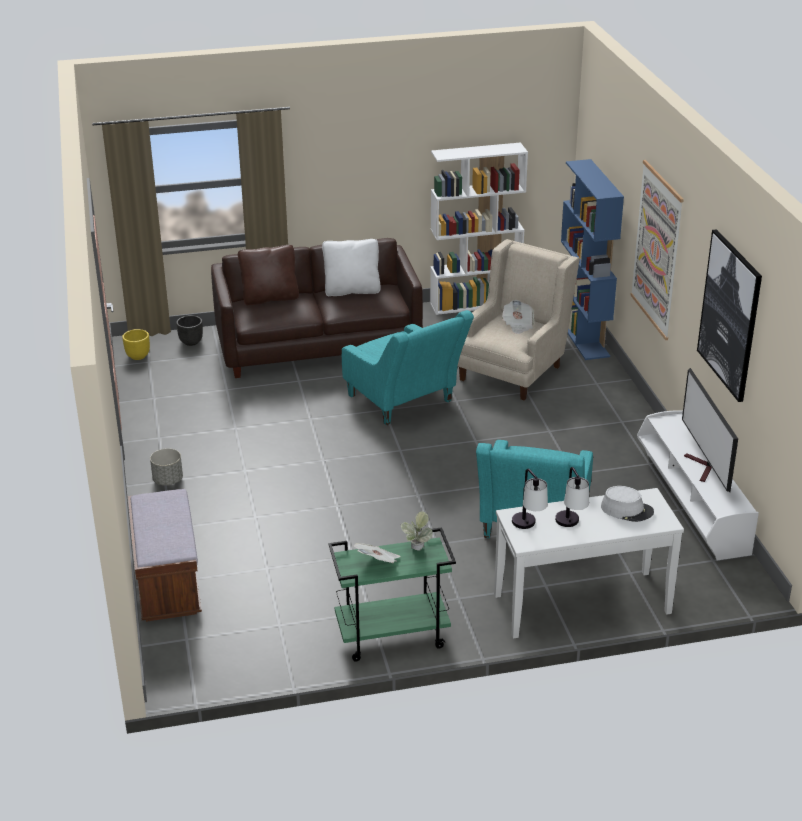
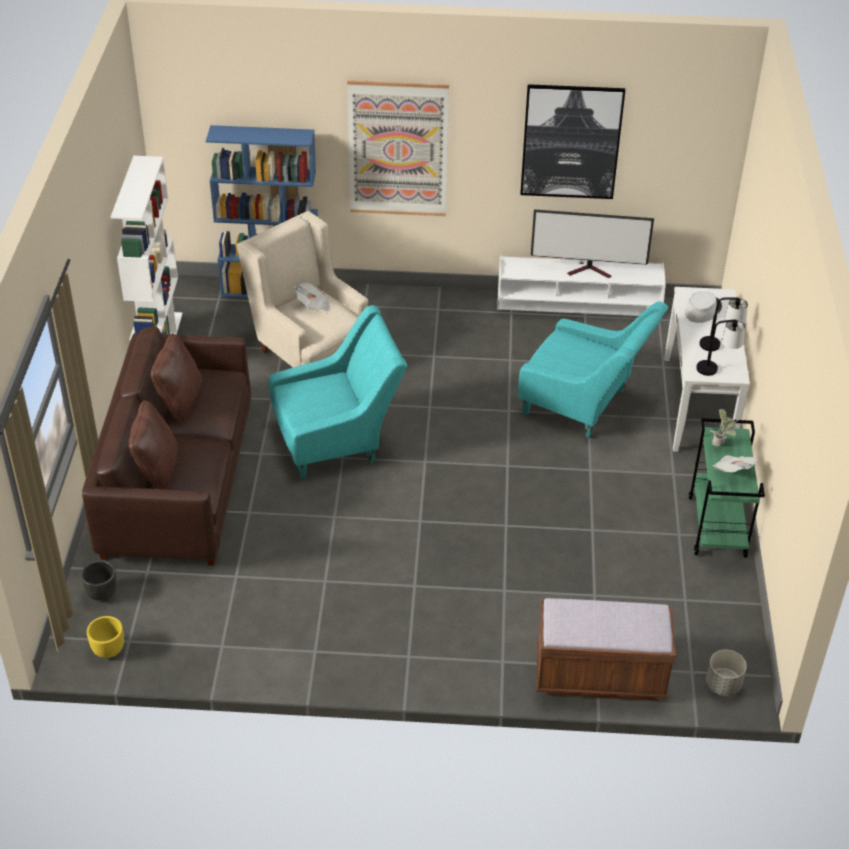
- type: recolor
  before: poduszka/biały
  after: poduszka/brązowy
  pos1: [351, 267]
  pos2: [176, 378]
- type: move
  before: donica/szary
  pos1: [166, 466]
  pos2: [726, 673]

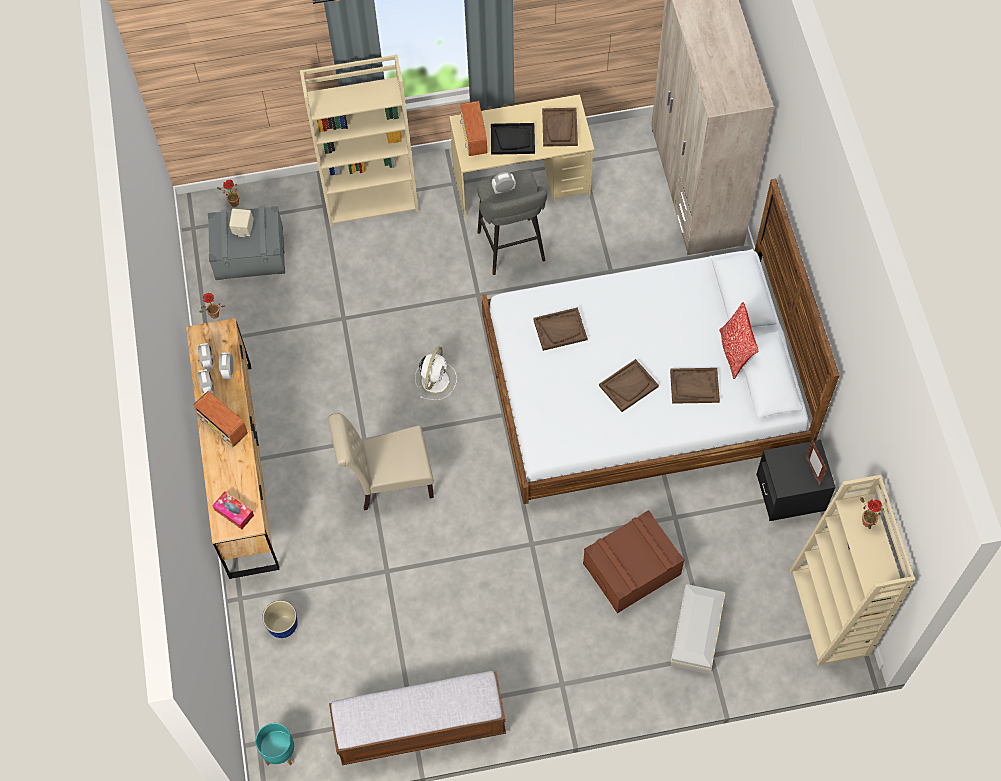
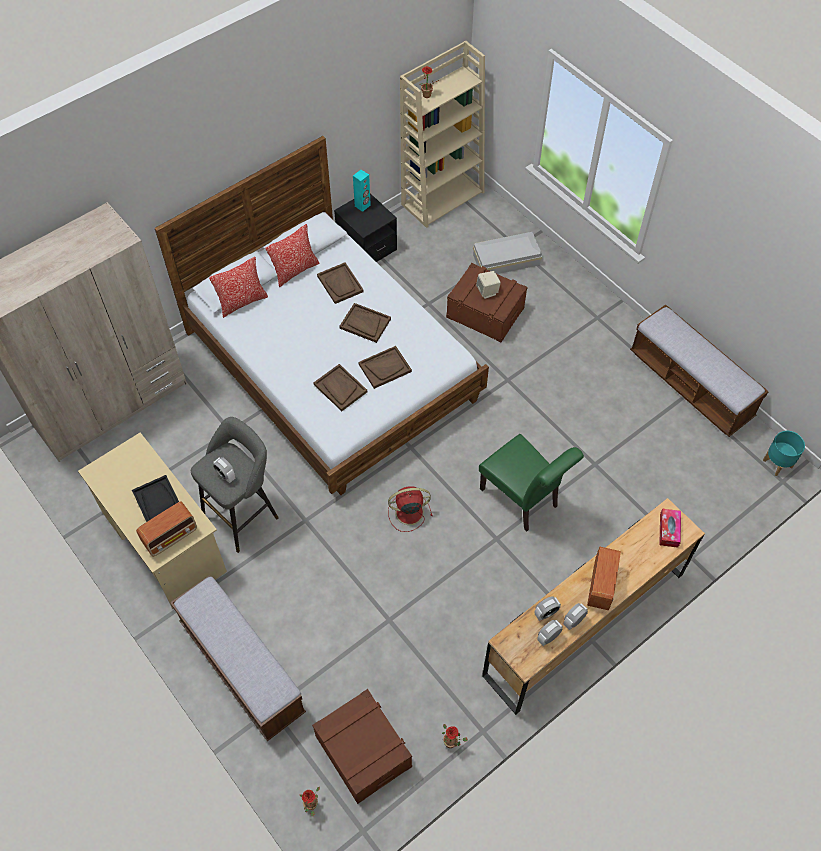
- type: replace
  before: regał/beżowy
  after: ławka
  pos1: [359, 140]
  pos2: [238, 658]
- type: move
  before: taca/brązowy
  pos1: [560, 127]
  pos2: [385, 367]
- type: recolor
  before: pojemnik do przechowywania/szary
  after: pojemnik do przechowywania/brązowy
  pos1: [246, 243]
  pos2: [362, 746]
- type: move
  before: głośnik/beżowy
  pos1: [241, 223]
  pos2: [488, 285]
- type: recolor
  before: wentylator/biały
  after: wentylator/czerwony
  pos1: [436, 373]
  pos2: [410, 509]
- type: recolor
  before: krzesło/beżowy
  after: krzesło/zielony
  pos1: [381, 462]
  pos2: [531, 483]
- type: replace
  before: ramka na zdjęcie
  after: głośnik/turkusowy
  pos1: [816, 463]
  pos2: [362, 191]
- type: delete
  before: donica
  pos1: [280, 619]
- type: insert
  after: poduszka
  pos2: [238, 287]

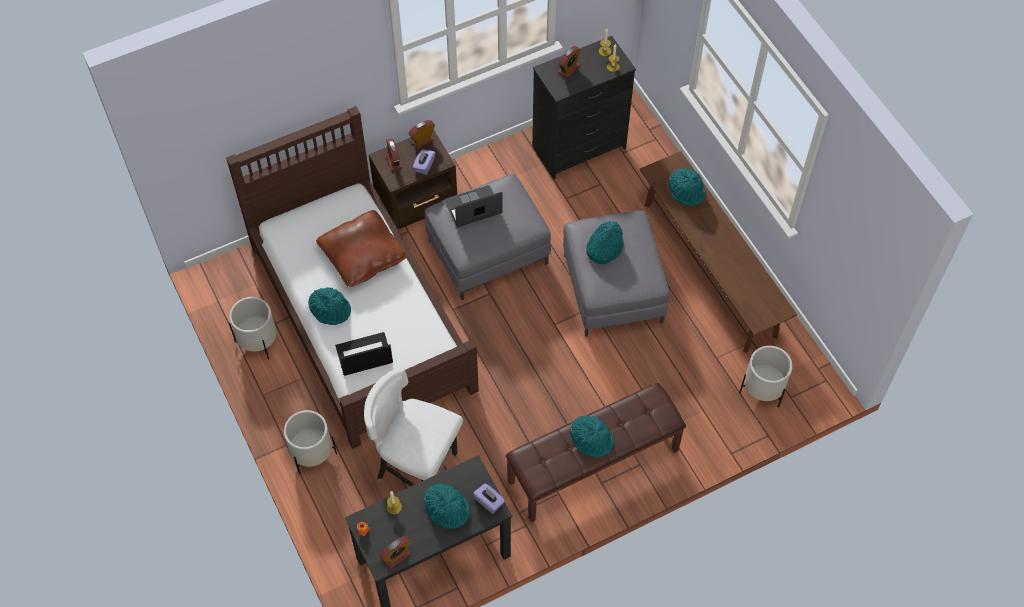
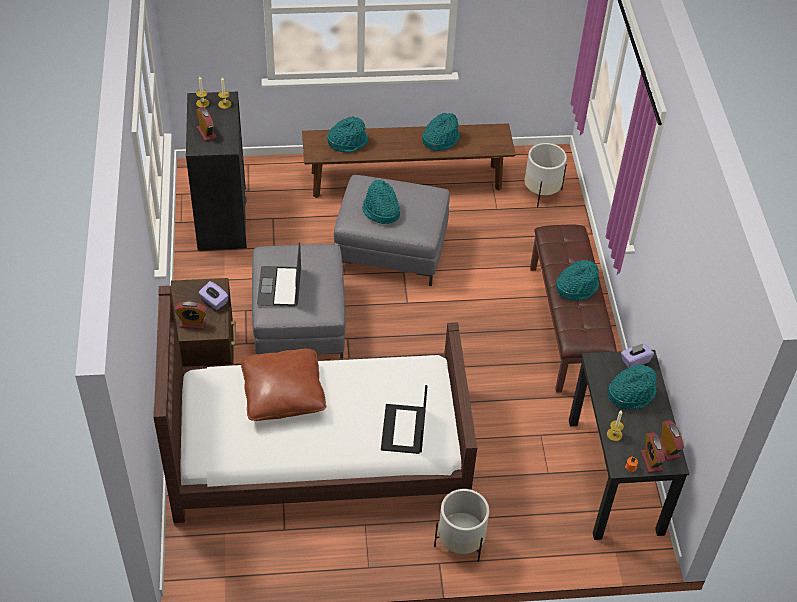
- type: move
  before: budzik
  pos1: [421, 134]
  pos2: [652, 452]
- type: move
  before: kapelusz/turkusowy
  pos1: [329, 306]
  pos2: [441, 132]
- type: delete
  before: donica/biały
  pos1: [253, 328]
- type: delete
  before: krzesło/biały
  pos1: [413, 427]

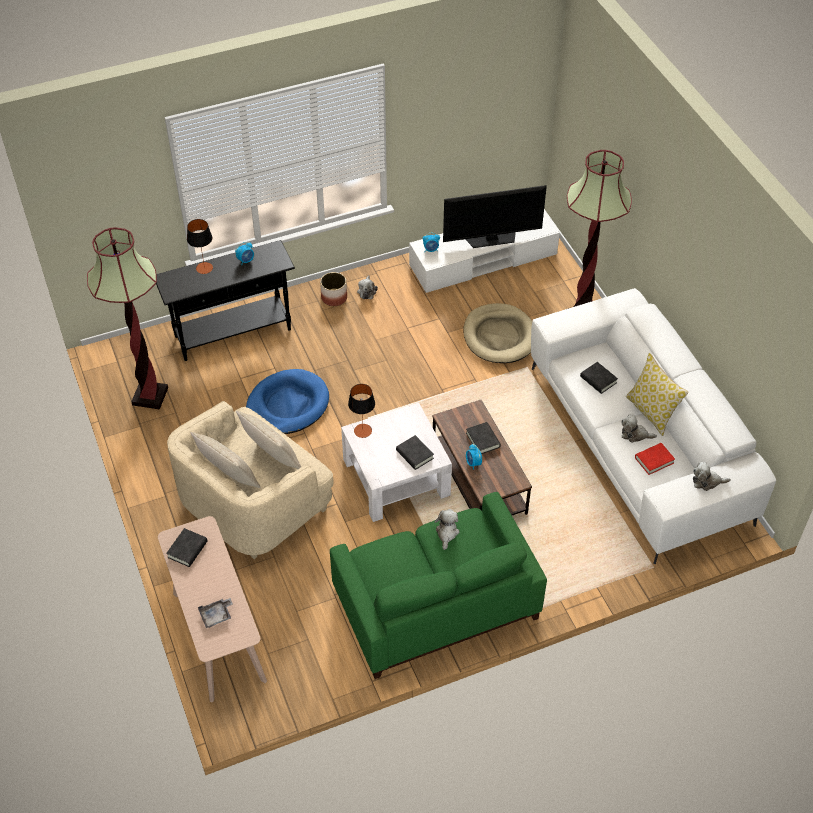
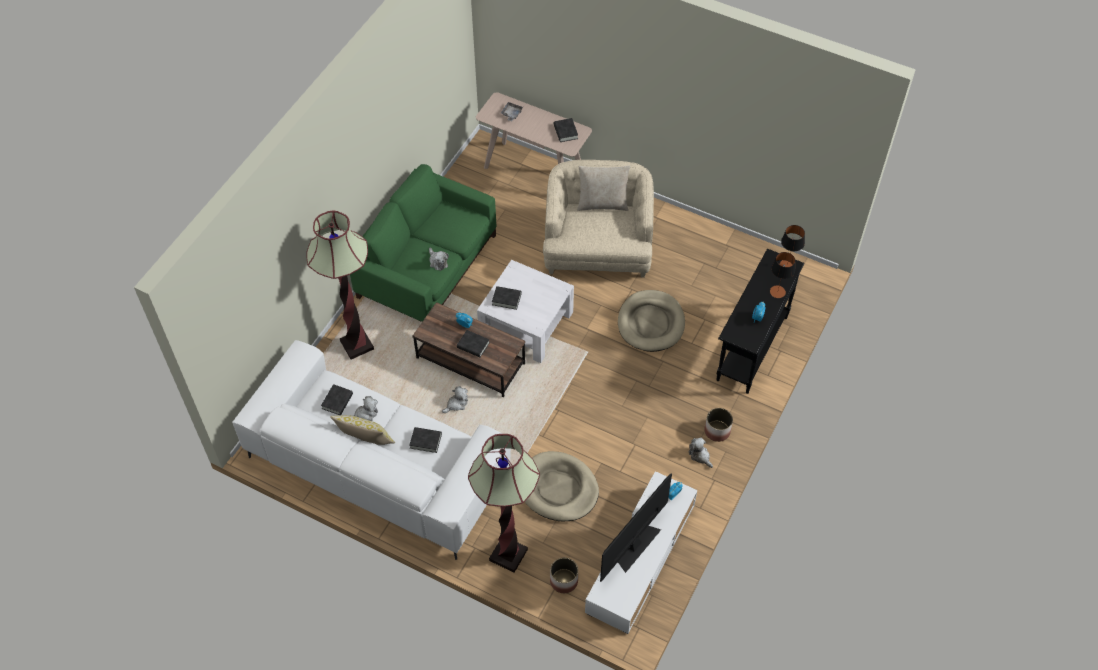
- type: move
  before: lampa stojąca
  pos1: [127, 318]
  pos2: [340, 285]
- type: recolor
  before: legowisko/niebieski
  after: legowisko/beżowy
  pos1: [287, 401]
  pos2: [651, 321]
- type: move
  before: lampa stołowa
  pos1: [361, 411]
  pos2: [792, 246]
- type: delete
  before: poduszka/beżowy
  pos1: [268, 440]
- type: recolor
  before: książka/czerwony
  after: książka/czarny
  pos1: [655, 459]
  pos2: [337, 399]
- type: move
  before: pluszak
  pos1: [712, 476]
  pos2: [455, 399]
- type: insert
  after: donica
  pos2: [564, 575]

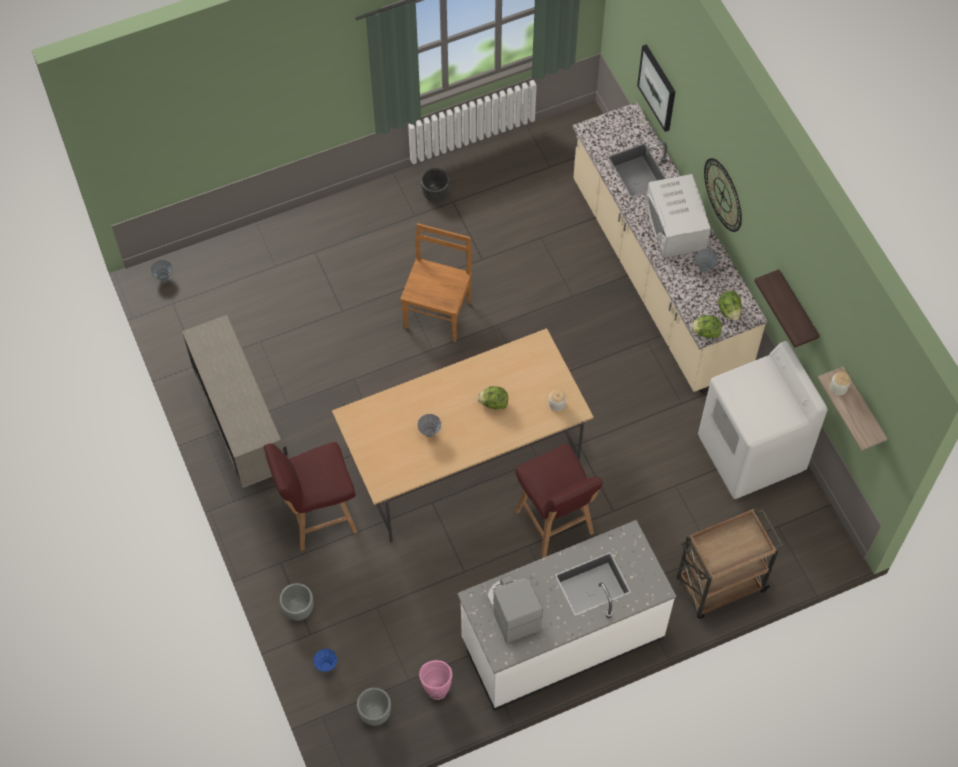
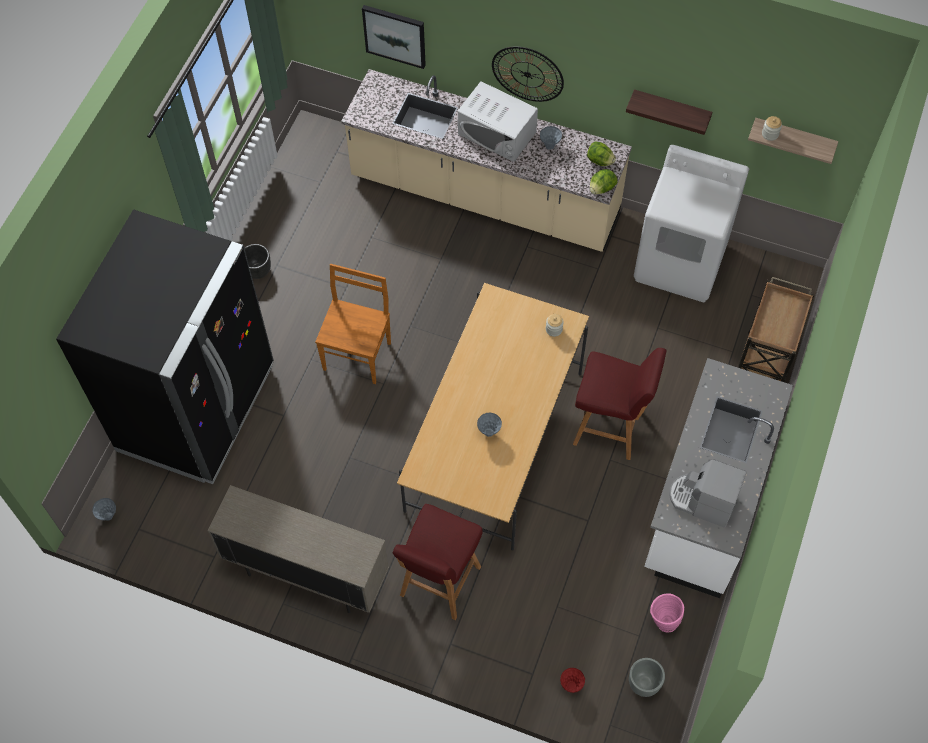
- type: rotate
  before: krzesło/brązowy
  pos1: [436, 282]
  pos2: [353, 324]
  turn: 45
- type: delete
  before: sałata
  pos1: [493, 398]
- type: delete
  before: donica/szary
  pos1: [296, 602]
- type: recolor
  before: wazon/niebieski
  after: wazon/czerwony
  pos1: [325, 660]
  pos2: [572, 680]
- type: insert
  after: lodówka/czarny
  pos2: [165, 346]

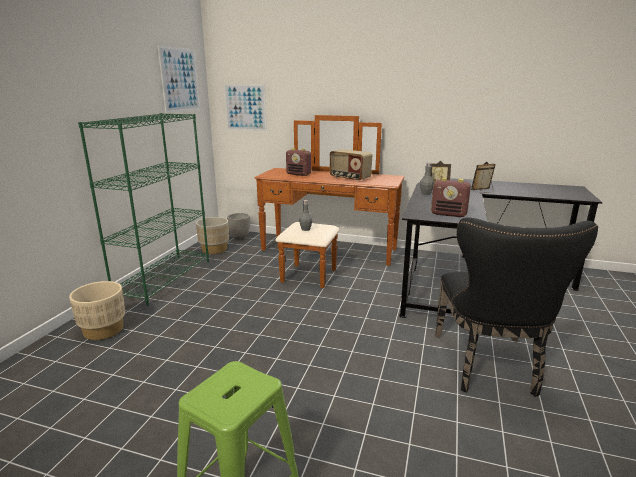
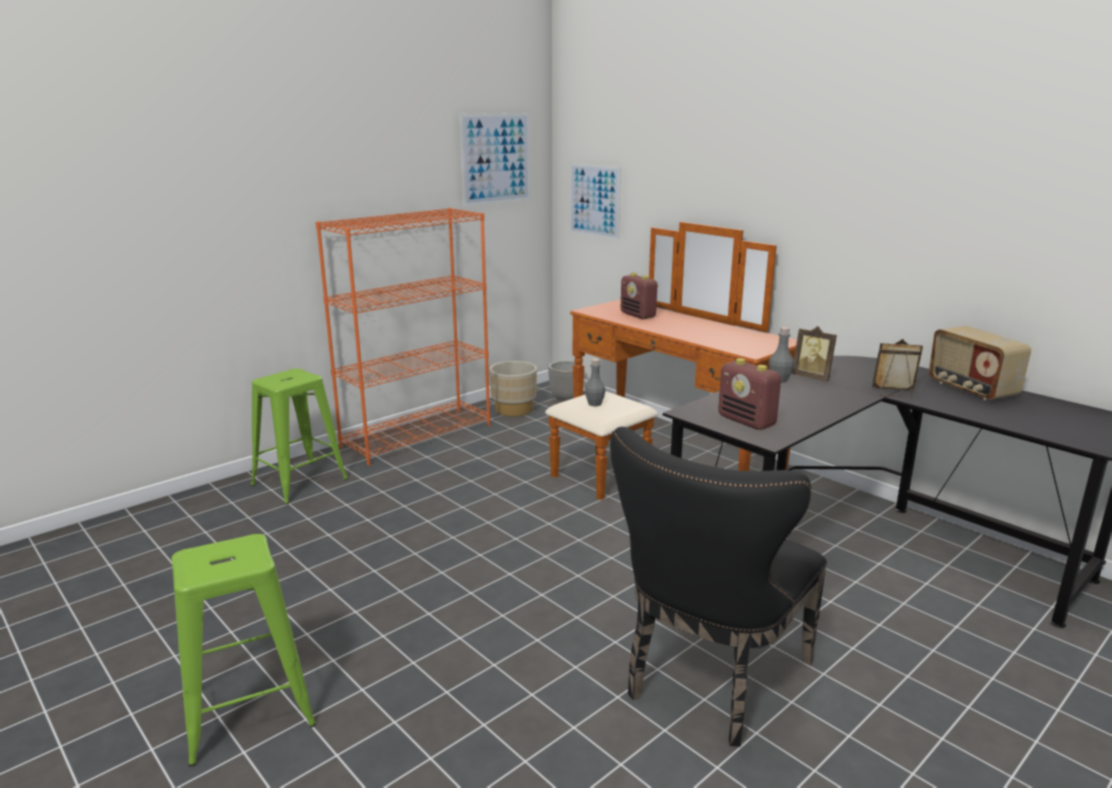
- type: recolor
  before: regał/zielony
  after: regał/pomarańczowy
  pos1: [143, 209]
  pos2: [403, 337]
- type: move
  before: radio
  pos1: [351, 165]
  pos2: [980, 363]
- type: replace
  before: donica/beżowy
  after: stołek/zielony
  pos1: [97, 310]
  pos2: [299, 437]

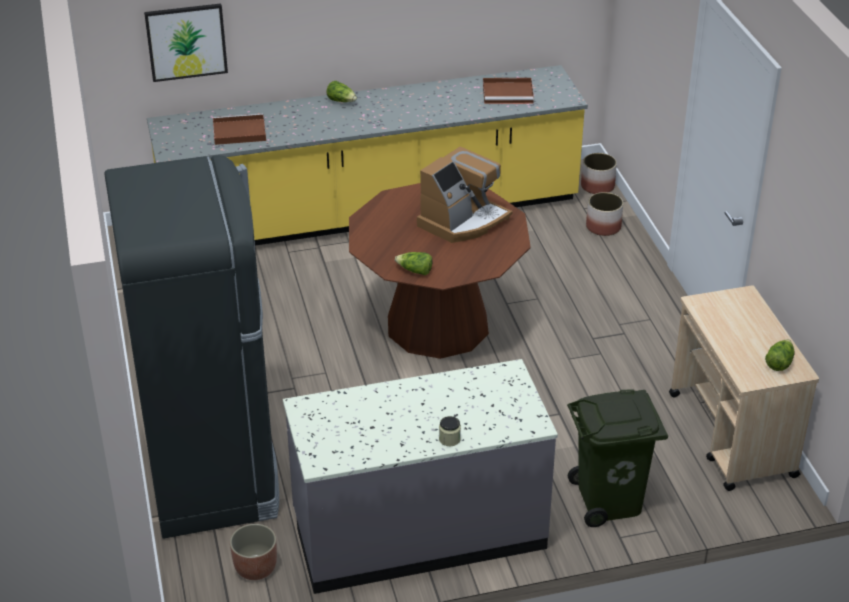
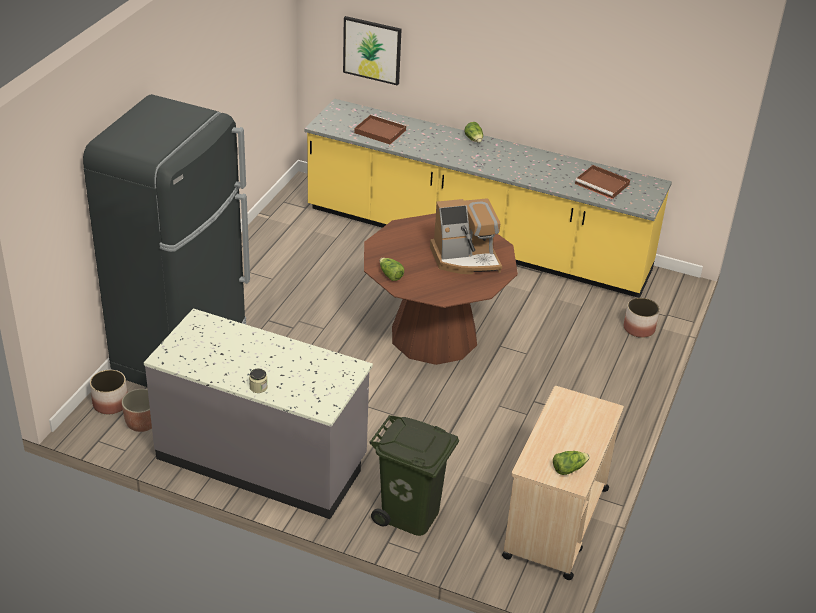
- type: move
  before: donica
  pos1: [599, 173]
  pos2: [109, 392]

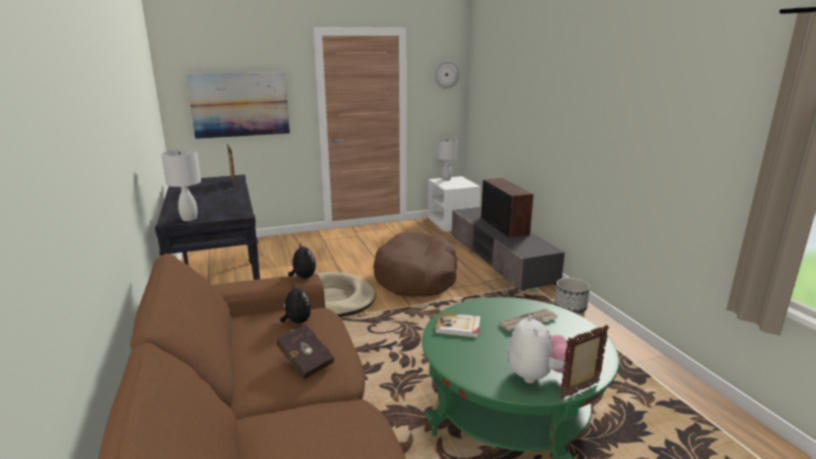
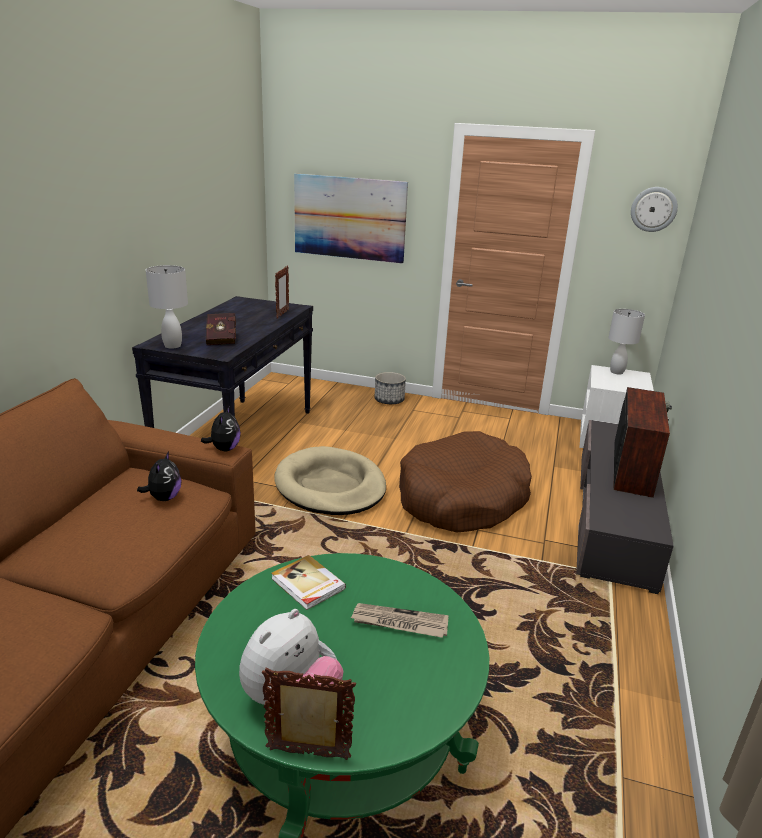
- type: move
  before: donica
  pos1: [572, 295]
  pos2: [390, 388]
- type: move
  before: książka/czerwony
  pos1: [305, 352]
  pos2: [221, 329]

